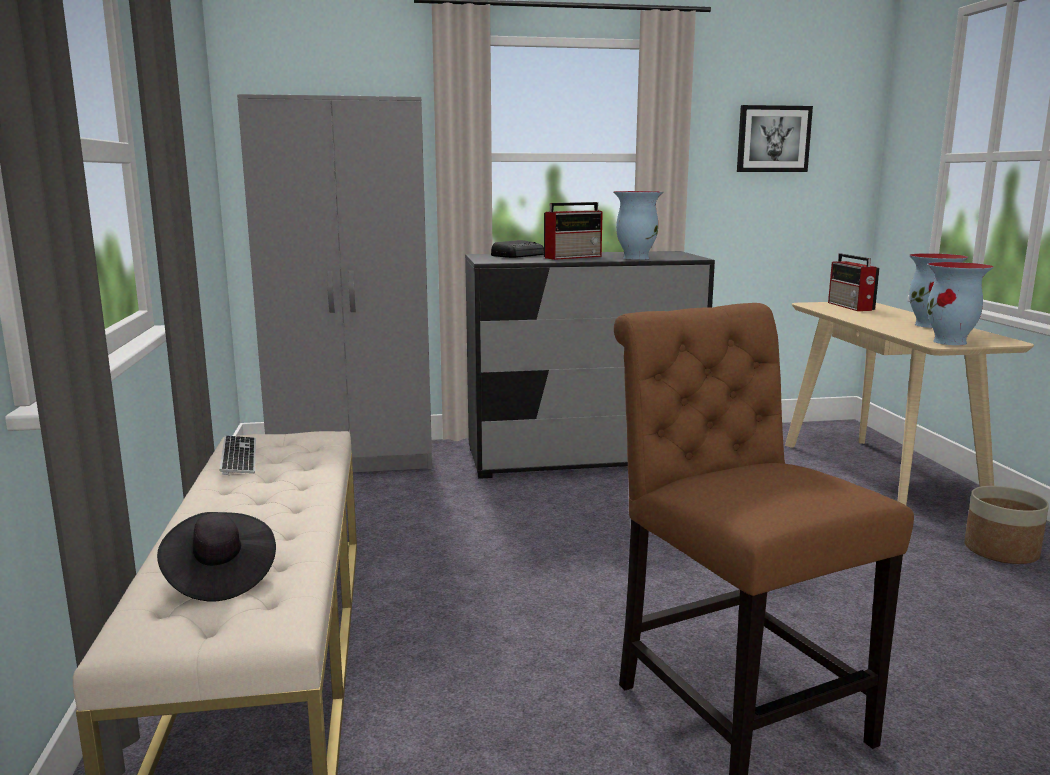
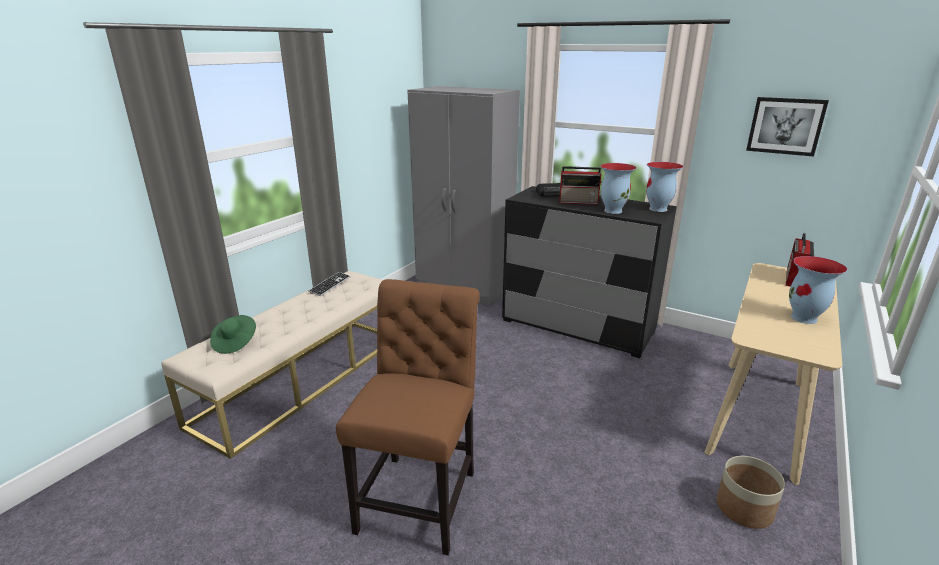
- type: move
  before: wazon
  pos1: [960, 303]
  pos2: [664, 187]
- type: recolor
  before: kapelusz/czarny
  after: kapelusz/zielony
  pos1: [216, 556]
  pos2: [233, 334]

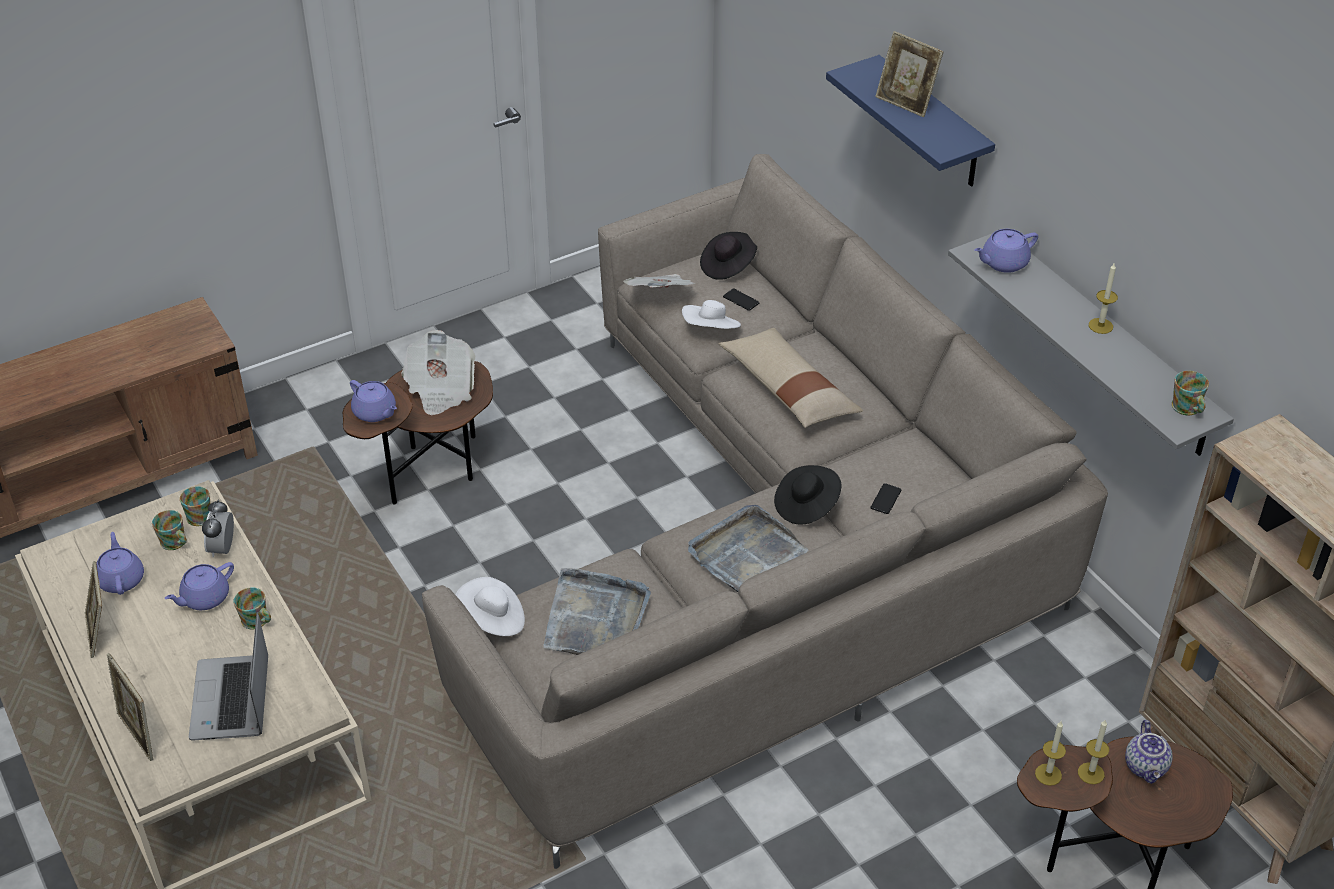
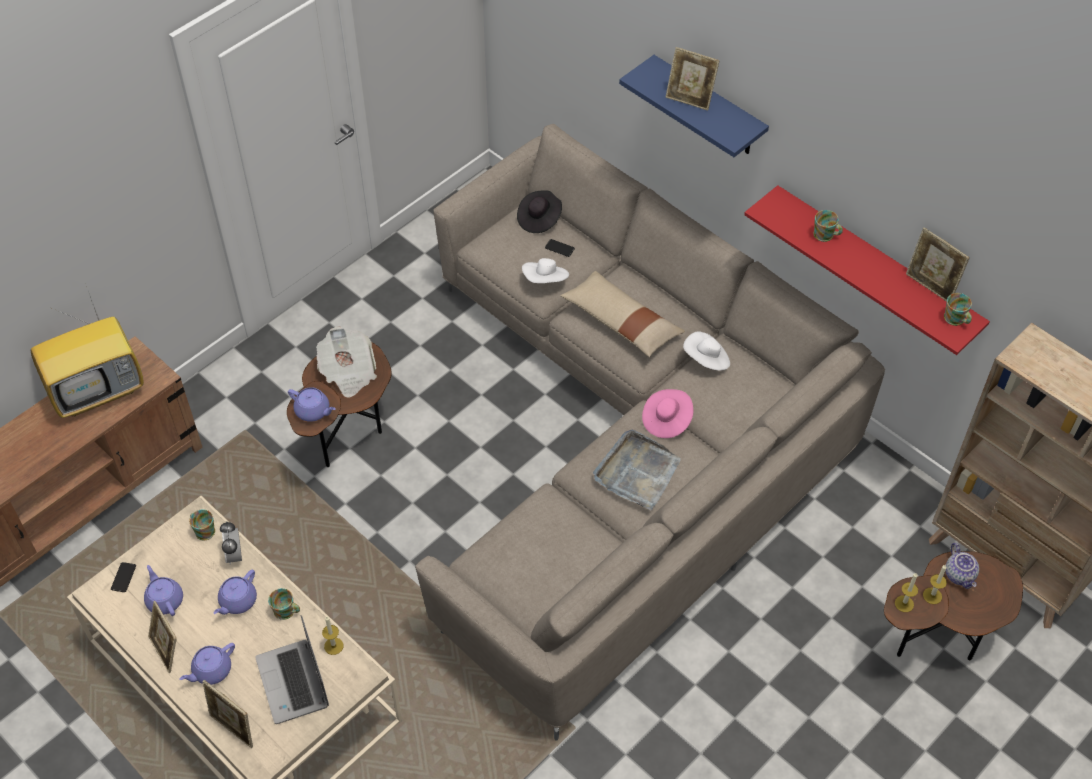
- type: move
  before: imbryk/fioletowy
  pos1: [1006, 251]
  pos2: [207, 664]
- type: recolor
  before: półka/szary
  after: półka/czerwony
  pos1: [1091, 344]
  pos2: [867, 270]
- type: move
  before: świeca
  pos1: [1103, 298]
  pos2: [332, 635]
- type: delete
  before: gazeta
  pos1: [660, 281]
- type: recolor
  before: kapelusz/czarny
  after: kapelusz/różowy
  pos1: [807, 495]
  pos2: [667, 413]
- type: move
  before: telefon
  pos1: [886, 499]
  pos2: [123, 577]
- type: move
  before: kubek
  pos1: [169, 530]
  pos2: [828, 226]
- type: delete
  before: taca/szary
  pos1: [597, 611]
- type: move
  before: kapelusz/biały
  pos1: [490, 606]
  pos2: [706, 351]
- type: insert
  after: ramka na zdjęcie
  pos2: [938, 264]
- type: insert
  after: telewizor
  pos2: [87, 354]

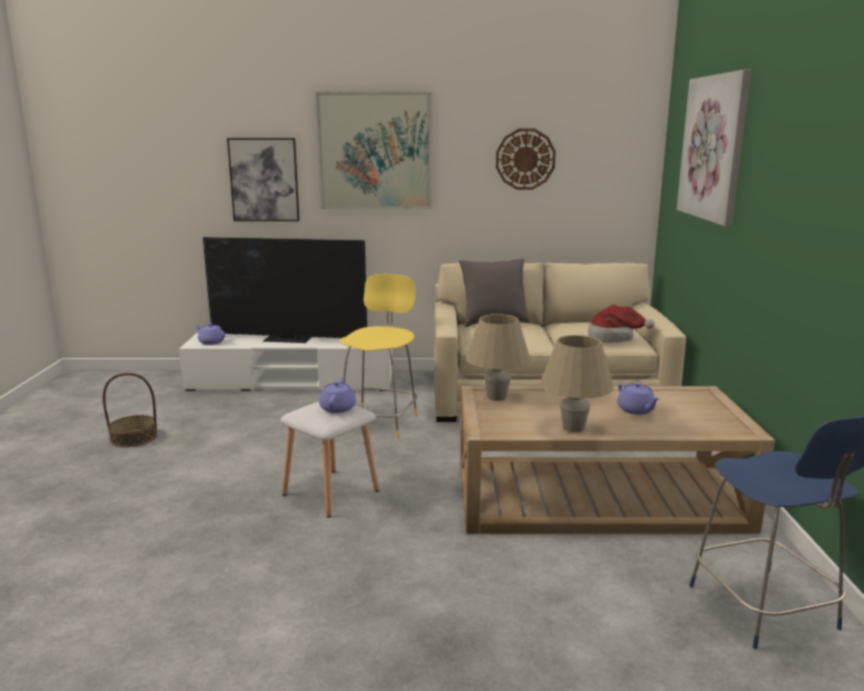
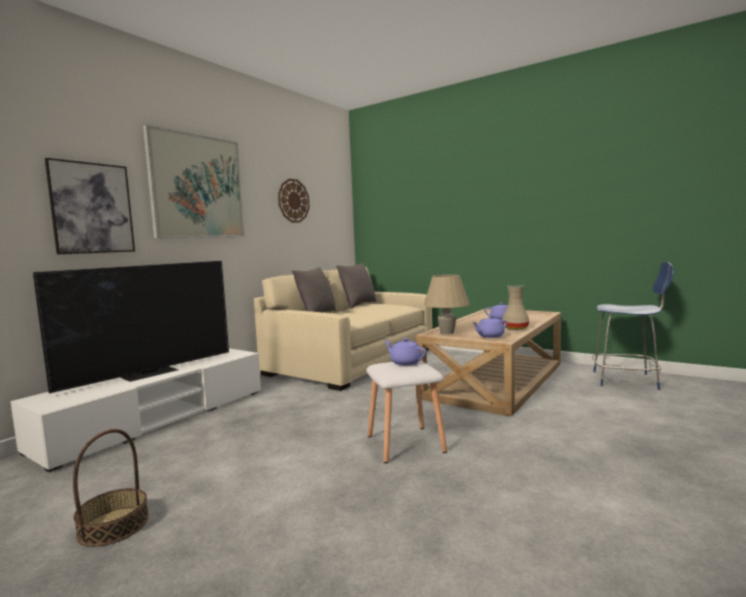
- type: delete
  before: obraz
  pos1: [714, 148]
- type: delete
  before: stołek/żółty
  pos1: [379, 356]
- type: delete
  before: kapelusz
  pos1: [621, 324]
- type: move
  before: imbryk/fioletowy
  pos1: [210, 334]
  pos2: [489, 327]
- type: replace
  before: lampa stołowa/beżowy
  after: wazon/beżowy
  pos1: [577, 383]
  pos2: [515, 307]
- type: insert
  after: poduszka/szary
  pos2: [356, 286]

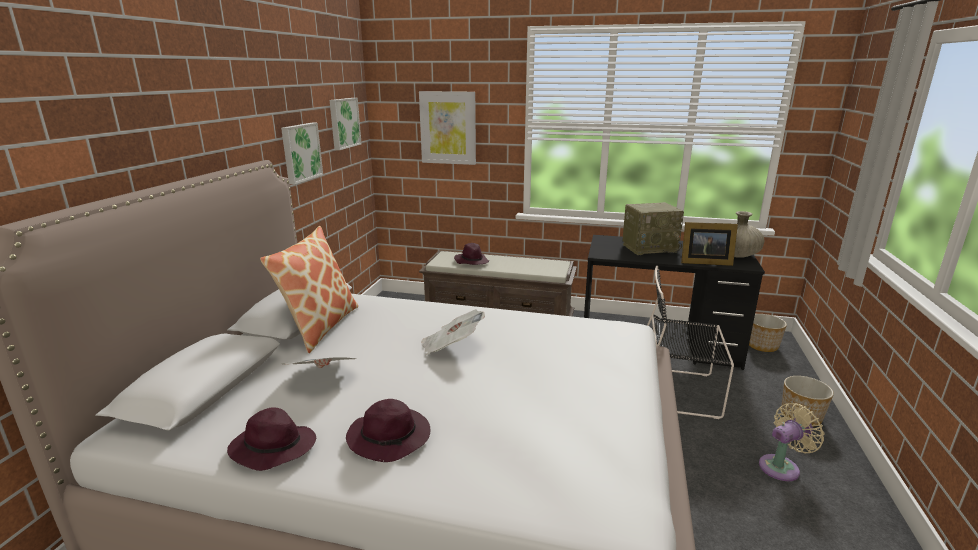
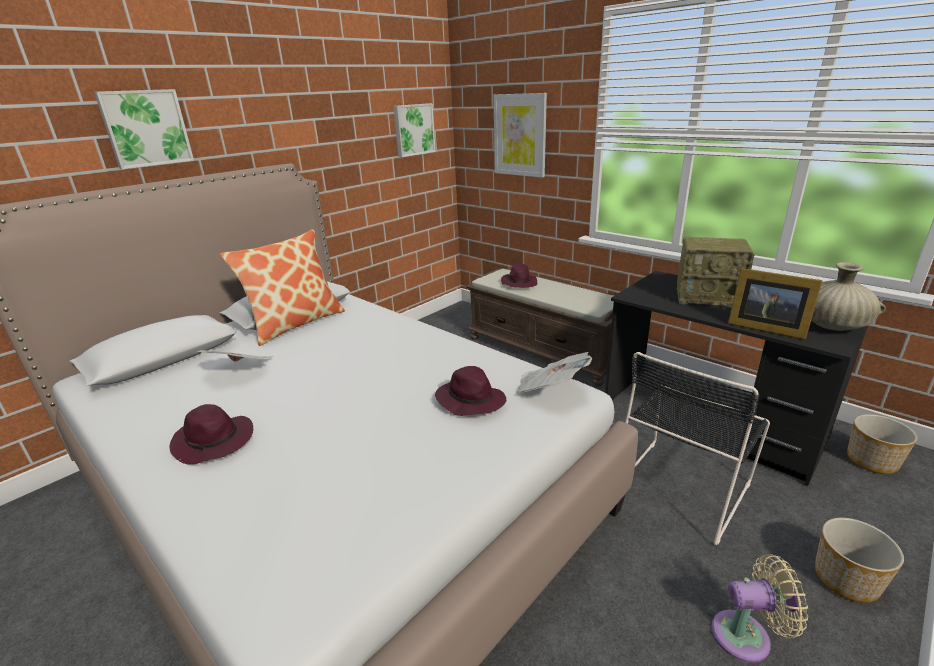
- type: move
  before: obraz
  pos1: [302, 153]
  pos2: [144, 129]
- type: rotate
  before: krzesło/czarny
  pos1: [690, 342]
  pos2: [697, 448]
  turn: -90
- type: move
  before: gazeta
  pos1: [453, 332]
  pos2: [554, 372]
- type: move
  before: kapelusz/fioletowy
  pos1: [271, 439]
  pos2: [470, 391]

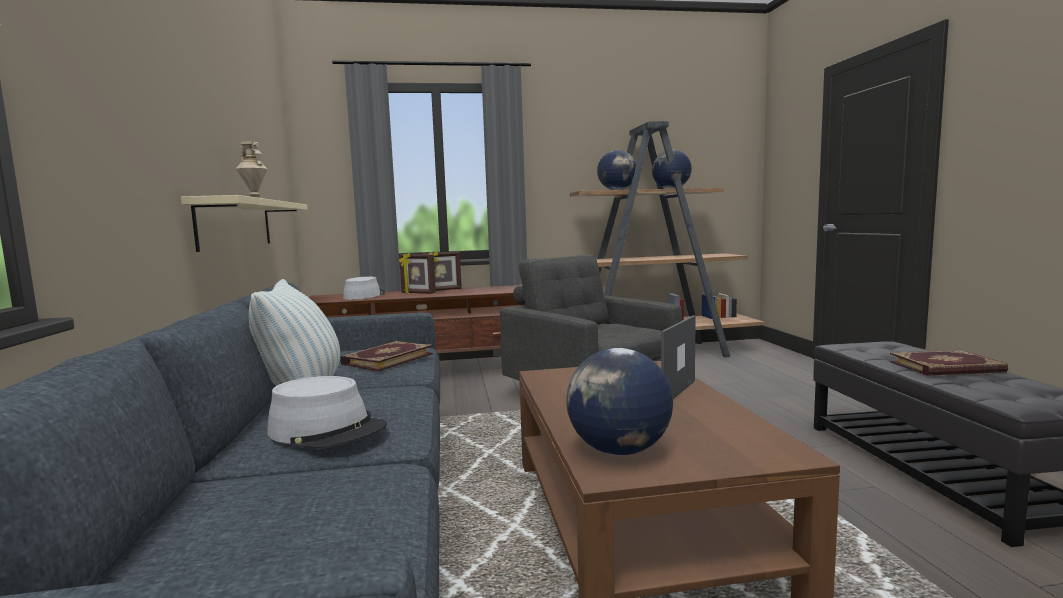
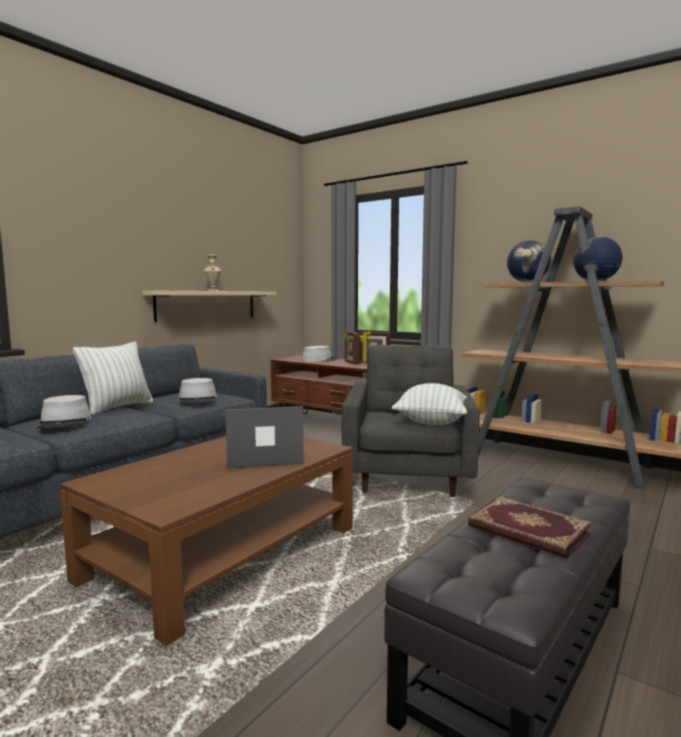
- type: replace
  before: książka
  after: kapelusz/szary
  pos1: [386, 356]
  pos2: [197, 390]
- type: delete
  before: globus
  pos1: [619, 401]
- type: insert
  after: poduszka
  pos2: [429, 404]

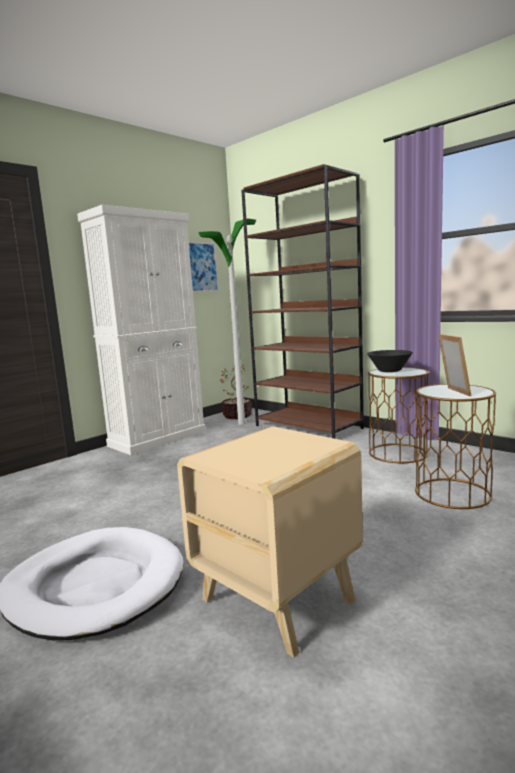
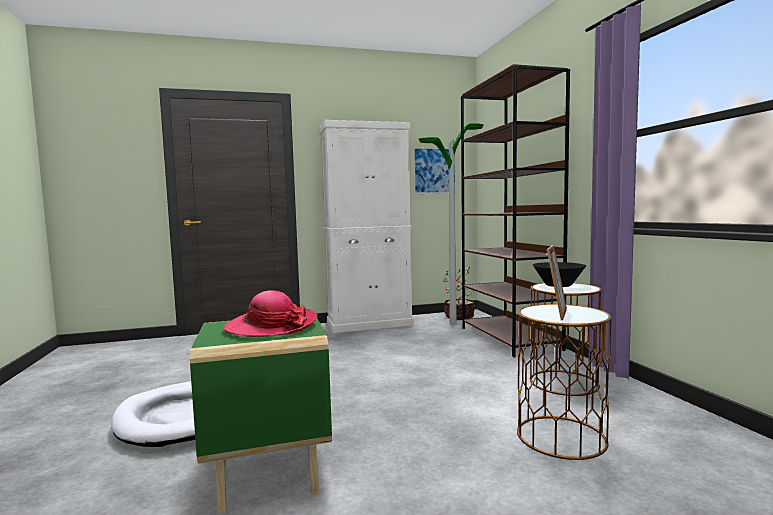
- type: recolor
  before: stolik/beżowy
  after: stolik/zielony
  pos1: [270, 542]
  pos2: [261, 415]
- type: insert
  after: kapelusz
  pos2: [270, 313]

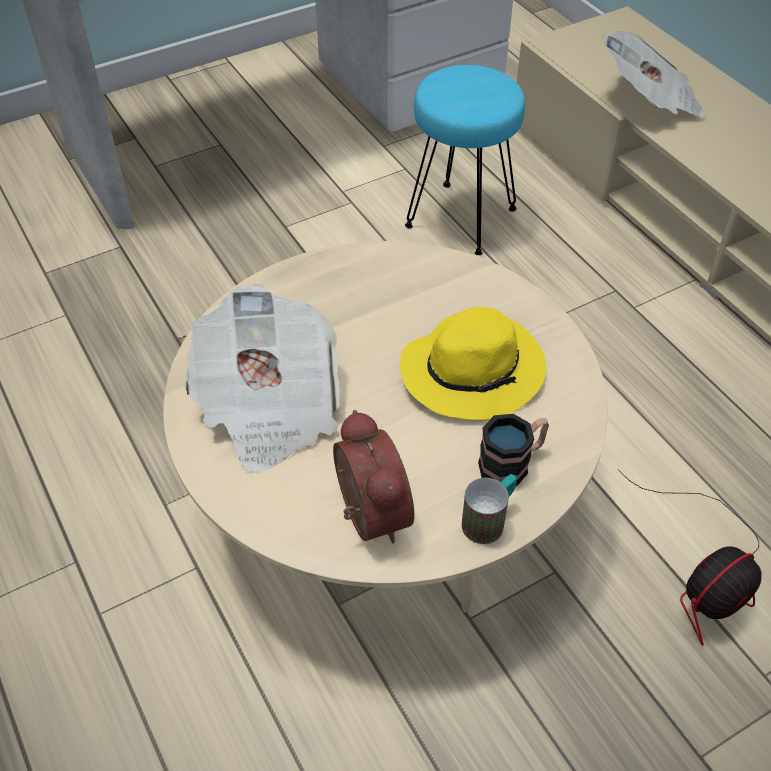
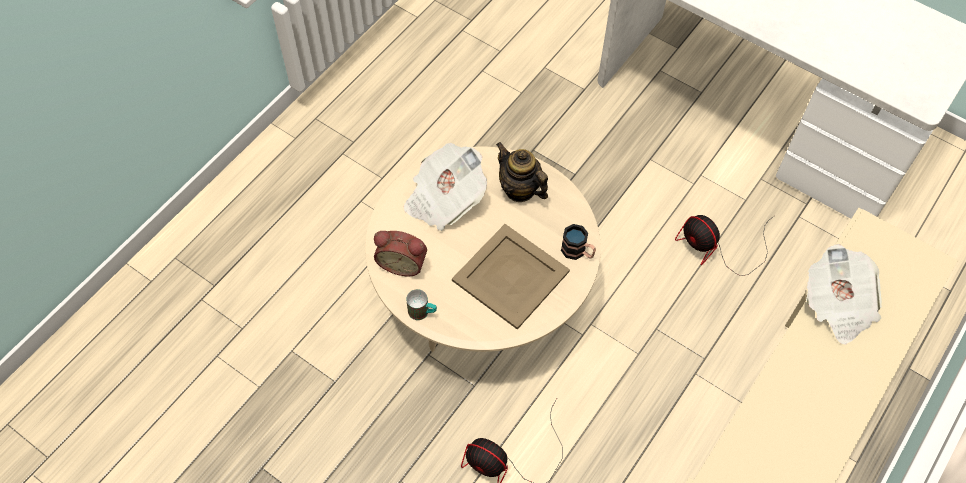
- type: replace
  before: stołek/turkusowy
  after: wentylator
  pos1: [465, 160]
  pos2: [724, 245]
- type: replace
  before: kapelusz/żółty
  after: taca/beżowy
  pos1: [473, 363]
  pos2: [511, 277]
- type: rotate
  before: budzik
  pos1: [373, 476]
  pos2: [400, 253]
  turn: 60
- type: move
  before: kubek
  pos1: [513, 450]
  pos2: [578, 242]
- type: insert
  after: imbryk
  pos2: [522, 172]

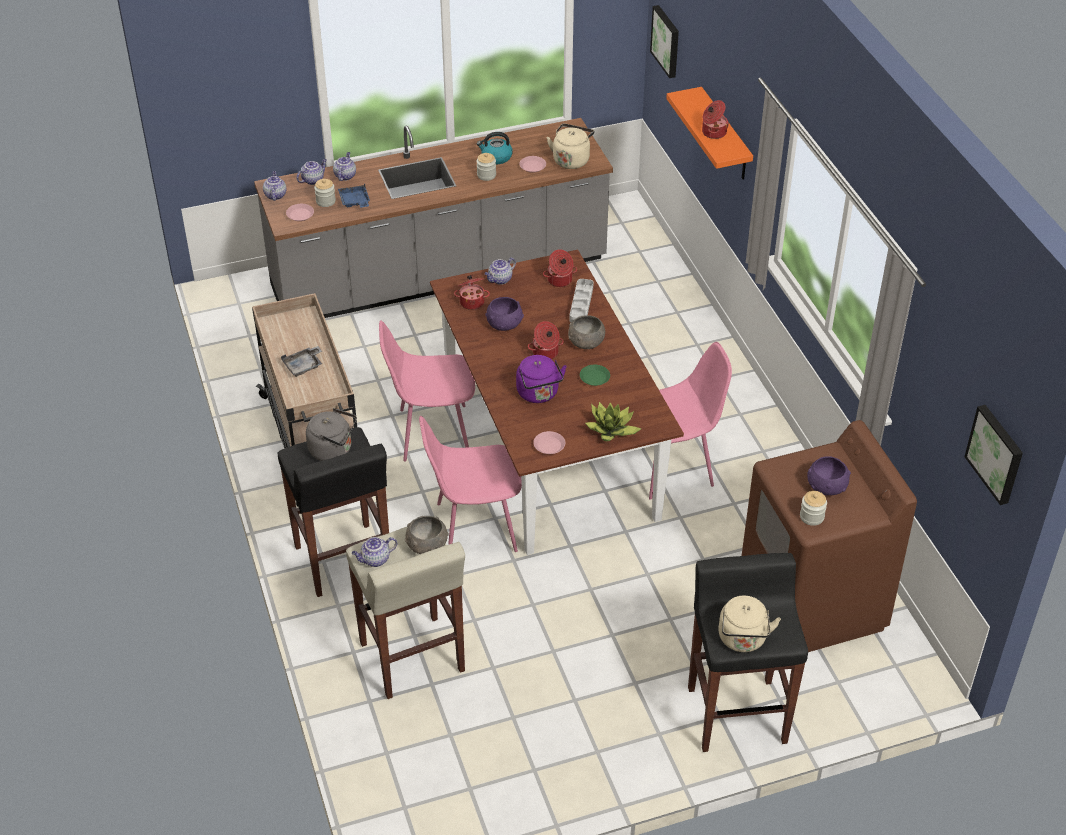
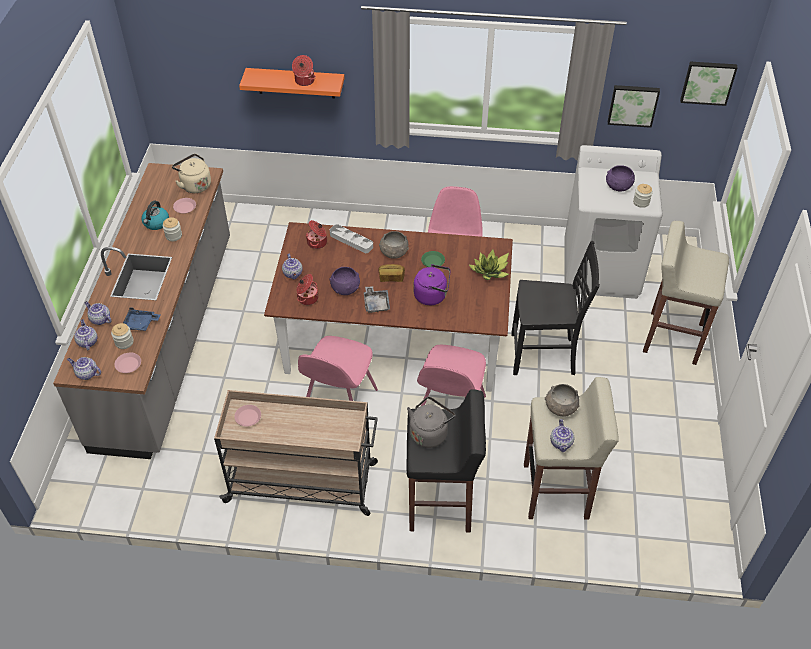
- type: move
  before: obraz
  pos1: [664, 41]
  pos2: [634, 106]
- type: replace
  before: garnek
  after: chleb
  pos1: [546, 340]
  pos2: [391, 273]
- type: move
  before: taca/szary
  pos1: [301, 361]
  pos2: [377, 299]
- type: recolor
  before: pralka/brązowy
  after: pralka/biały
  pos1: [829, 536]
  pos2: [613, 222]
- type: move
  before: talerz/różowy
  pos1: [549, 442]
  pos2: [247, 416]
- type: recolor
  before: stołek/czarny
  after: stołek/beżowy
  pos1: [748, 652]
  pos2: [686, 293]
- type: delete
  before: czajnik/beżowy
  pos1: [749, 624]
- type: insert
  after: krzesło/czarny
  pos2: [556, 308]

